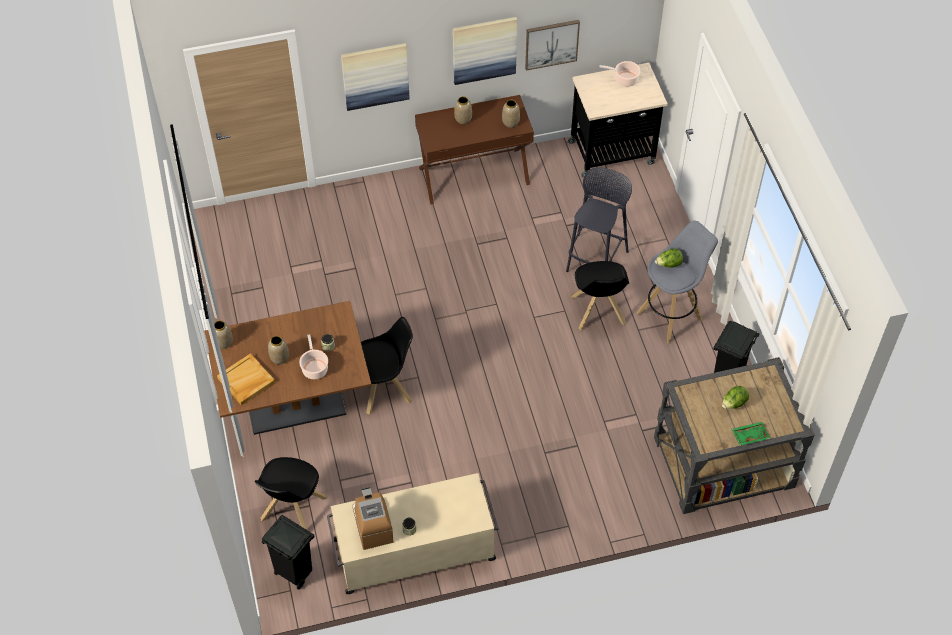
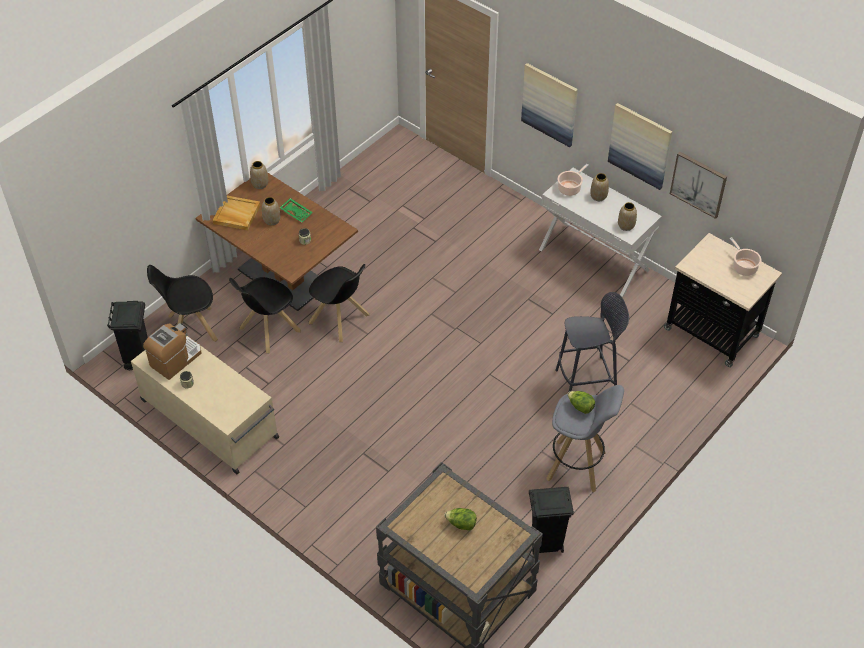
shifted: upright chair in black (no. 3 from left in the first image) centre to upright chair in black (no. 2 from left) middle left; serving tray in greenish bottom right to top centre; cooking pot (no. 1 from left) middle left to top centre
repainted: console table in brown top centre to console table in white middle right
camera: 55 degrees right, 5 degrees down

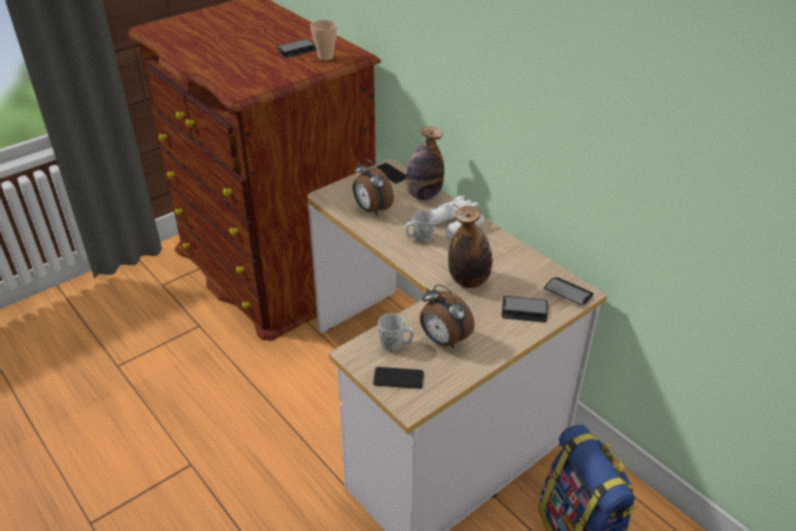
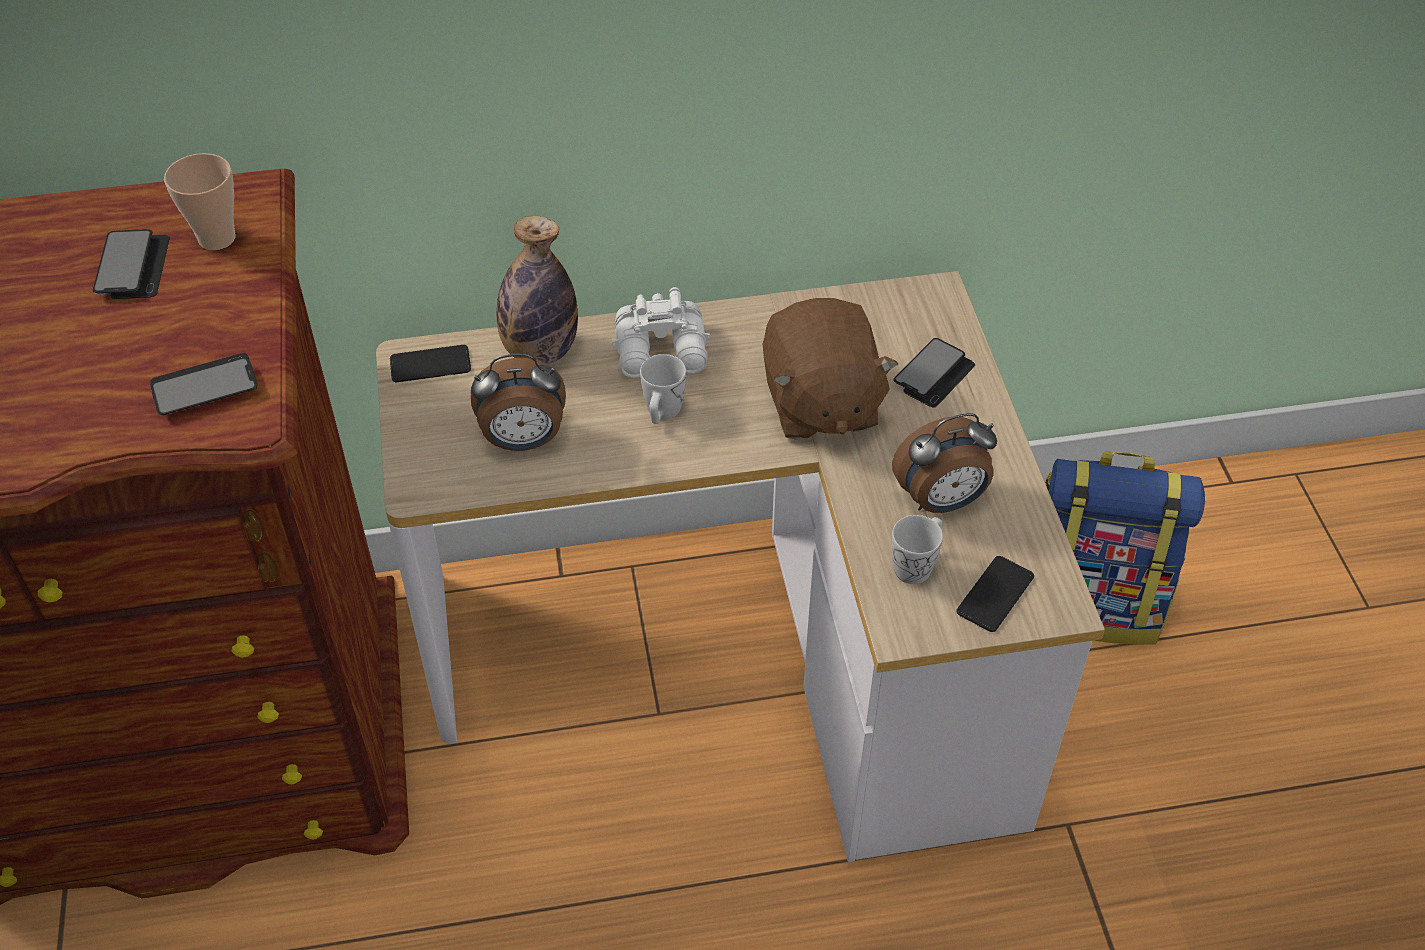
shifted: handset (no. 5 from left in the first image) middle right to handset (no. 2 from left) middle left
swapped: beverage bottle (no. 2 from left) centre to cuddly toy in brown centre
camera: 60 degrees left, 10 degrees up

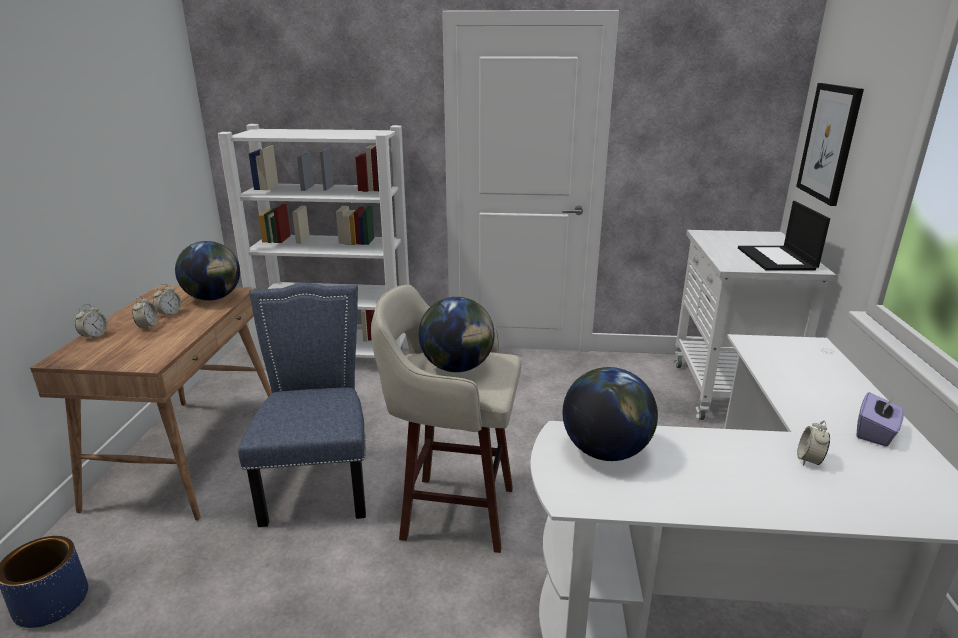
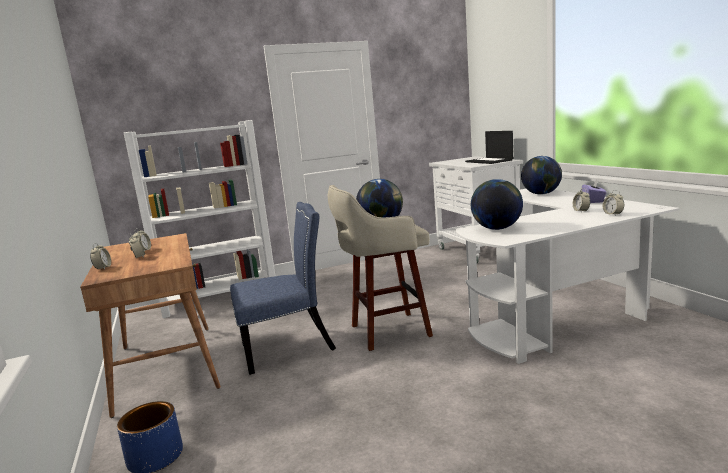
gone: wall art top right
new: alarm clock (no. 5 from left) middle right
shifted: world globe (no. 1 from left in the first image) middle left to world globe (no. 3 from left) middle right
rotated: upright chair in bluish middle left = centre 105 degrees clockwise
camera: 25 degrees left, 10 degrees down

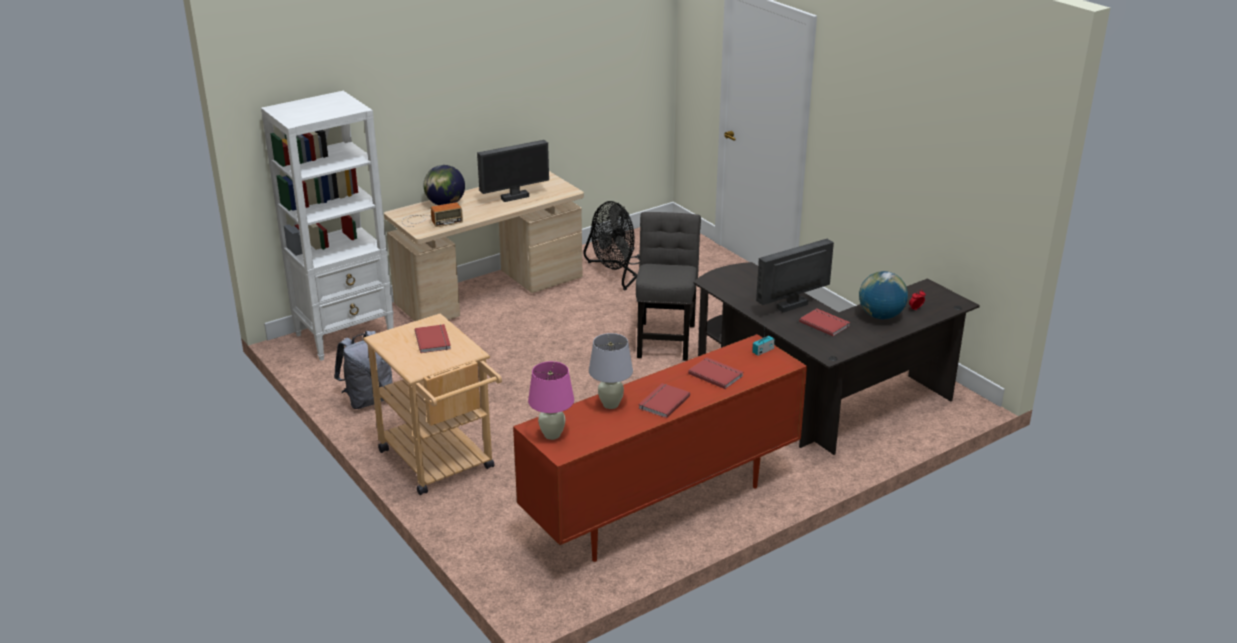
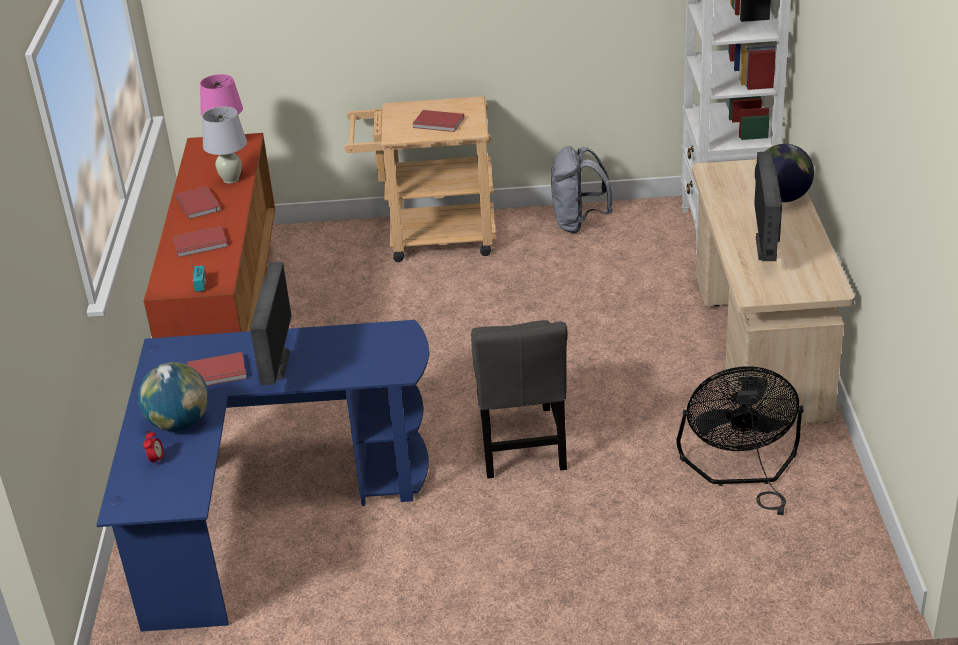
gone: radio (no. 1 from left) top centre
repainted: desk in black middle right to desk in bluish bottom left
rotated: upright chair in gray centre = centre 45 degrees clockwise
camera: 125 degrees right, 5 degrees up

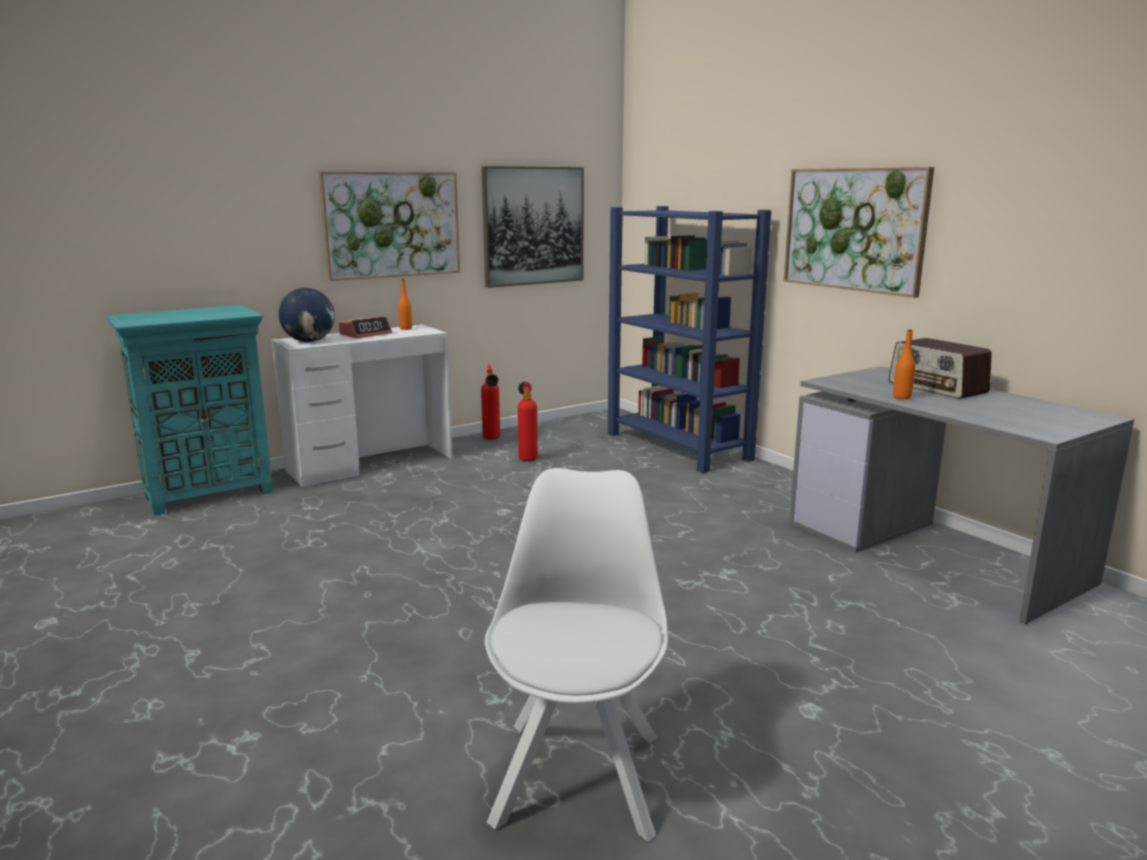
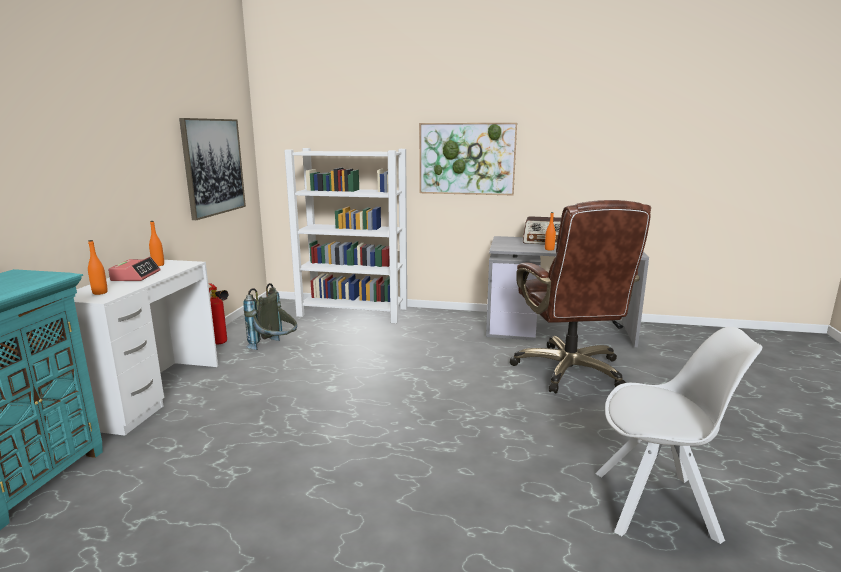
gone: wall art (no. 1 from left) top centre
new: office chair in brown middle right
swapped: world globe middle left to beverage bottle in orange (no. 1 from left) middle left; fire extinguisher (no. 2 from left) centre to knapsack in gray middle left
repainted: bookshelf in bluish centre to bookshelf in white centre
rotated: upright chair in white bottom centre = bottom right 135 degrees clockwise
camera: 45 degrees left, 0 degrees up

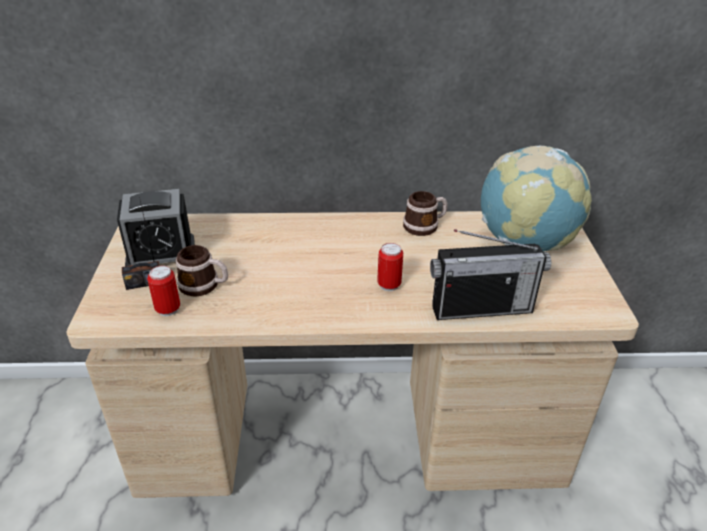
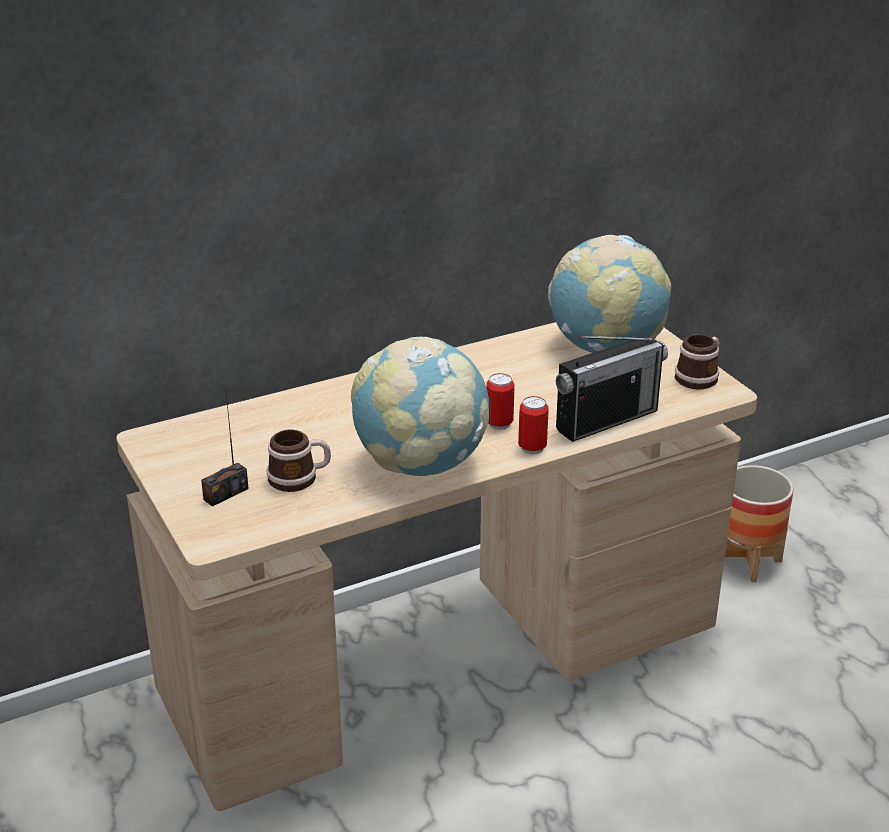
gone: alarm clock middle left
new: world globe (no. 1 from left) centre; plant pot middle right
shifted: can (no. 1 from left in the first image) middle left to can (no. 2 from left) centre; coffee mug (no. 2 from left) centre to middle right
camera: 25 degrees left, 5 degrees down

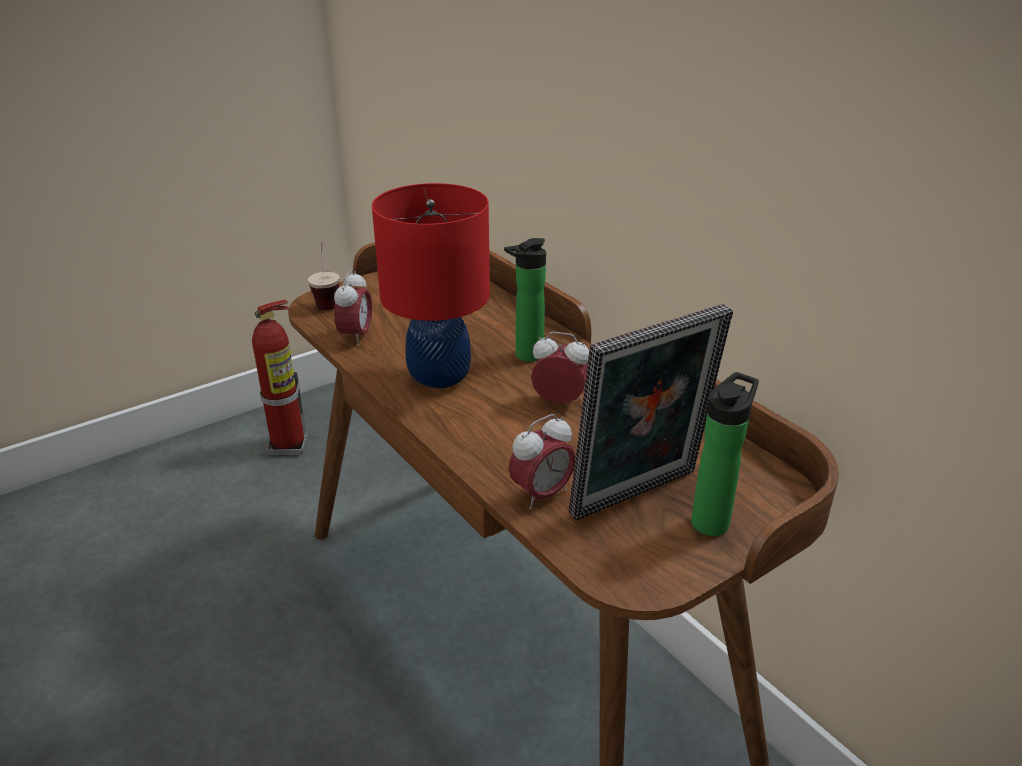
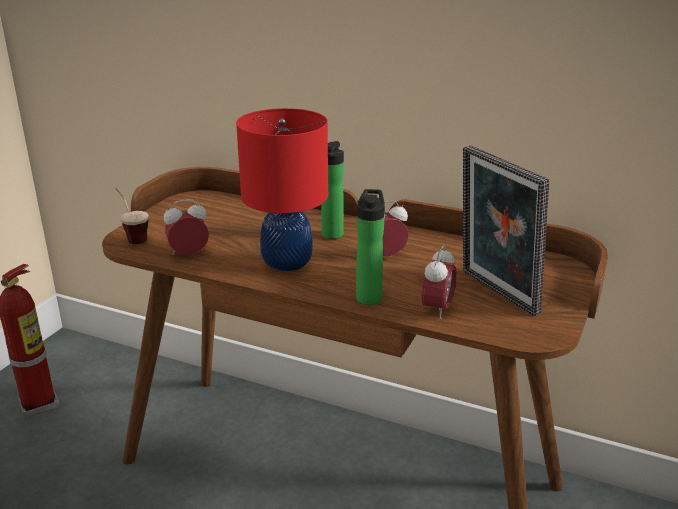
shifted: beverage bottle (no. 2 from left) middle right to centre
rotated: alarm clock (no. 1 from left) centre = middle left 90 degrees counterclockwise; photo frame centre = middle right 120 degrees clockwise
camera: 30 degrees left, 5 degrees down

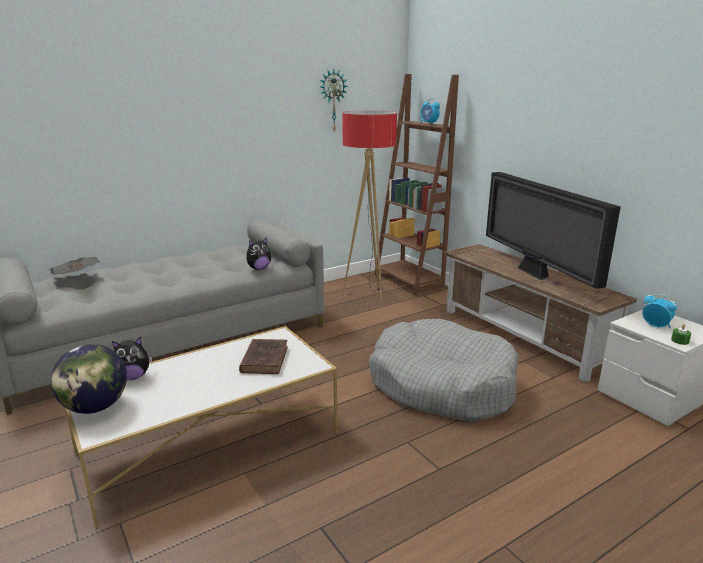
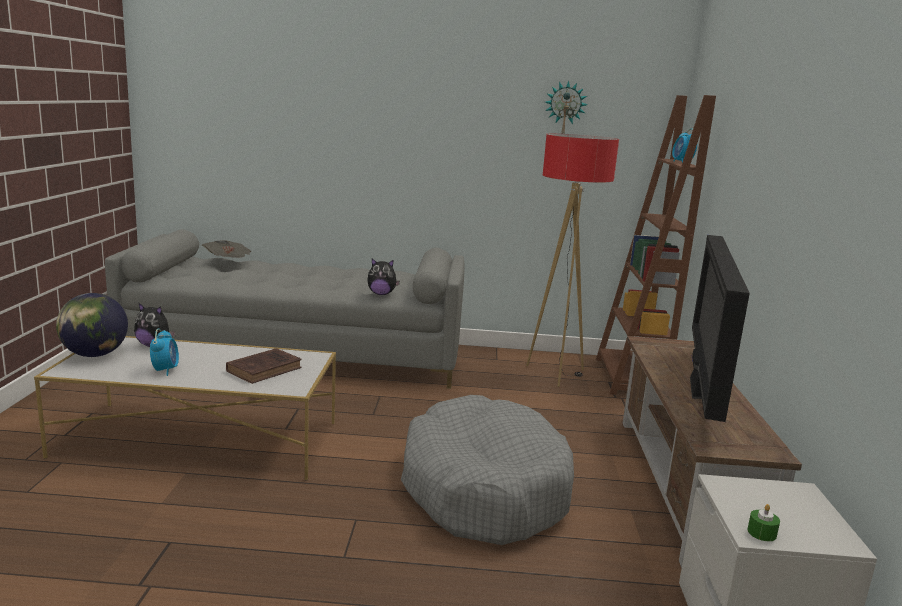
shifted: alarm clock (no. 2 from left in the first image) middle right to alarm clock (no. 1 from left) middle left
camera: 35 degrees right, 5 degrees down

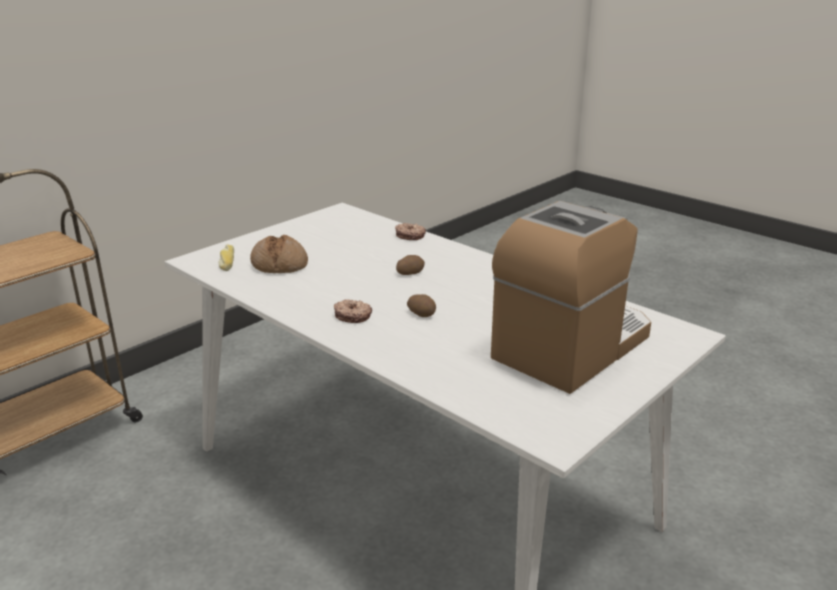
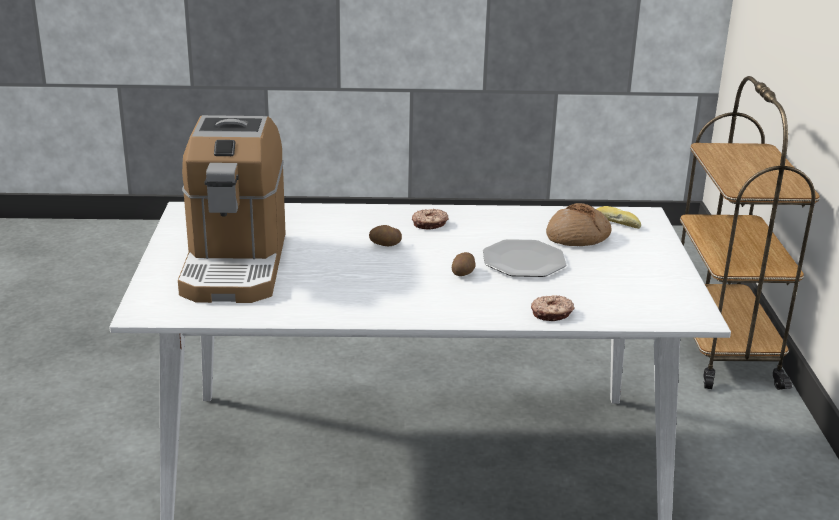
new: dinner plate centre
camera: 135 degrees right, 0 degrees up

